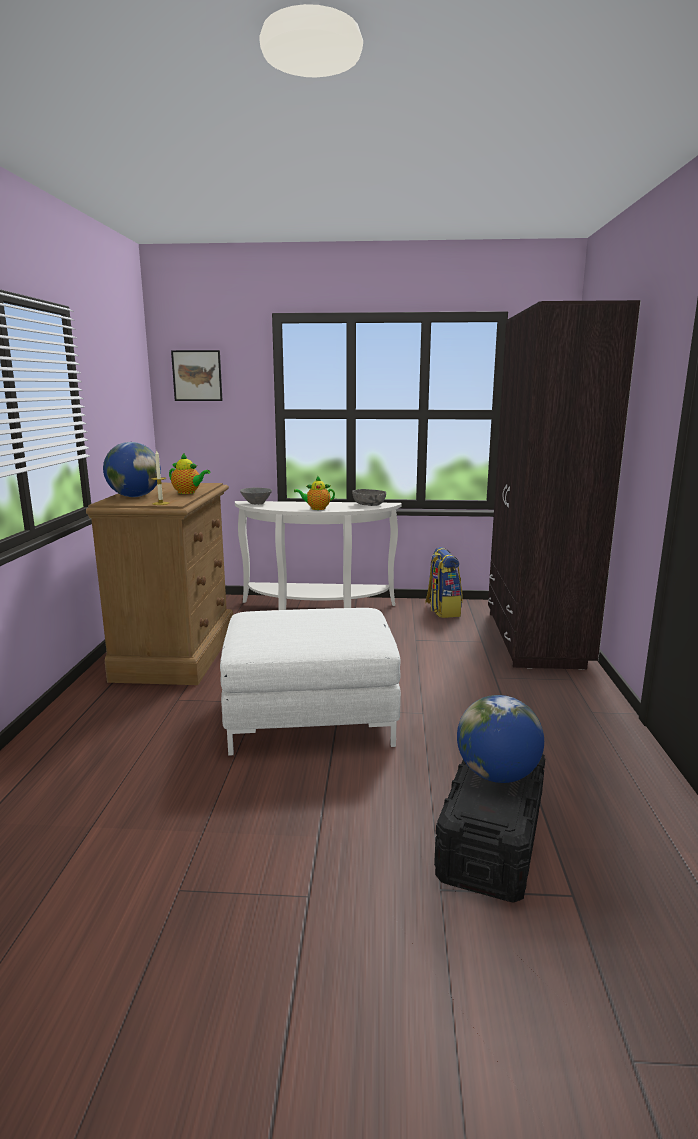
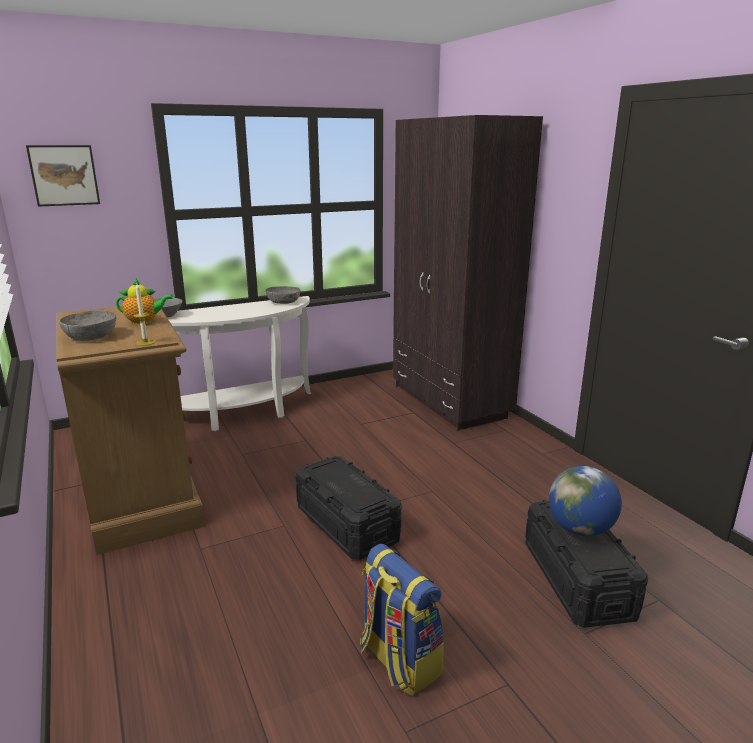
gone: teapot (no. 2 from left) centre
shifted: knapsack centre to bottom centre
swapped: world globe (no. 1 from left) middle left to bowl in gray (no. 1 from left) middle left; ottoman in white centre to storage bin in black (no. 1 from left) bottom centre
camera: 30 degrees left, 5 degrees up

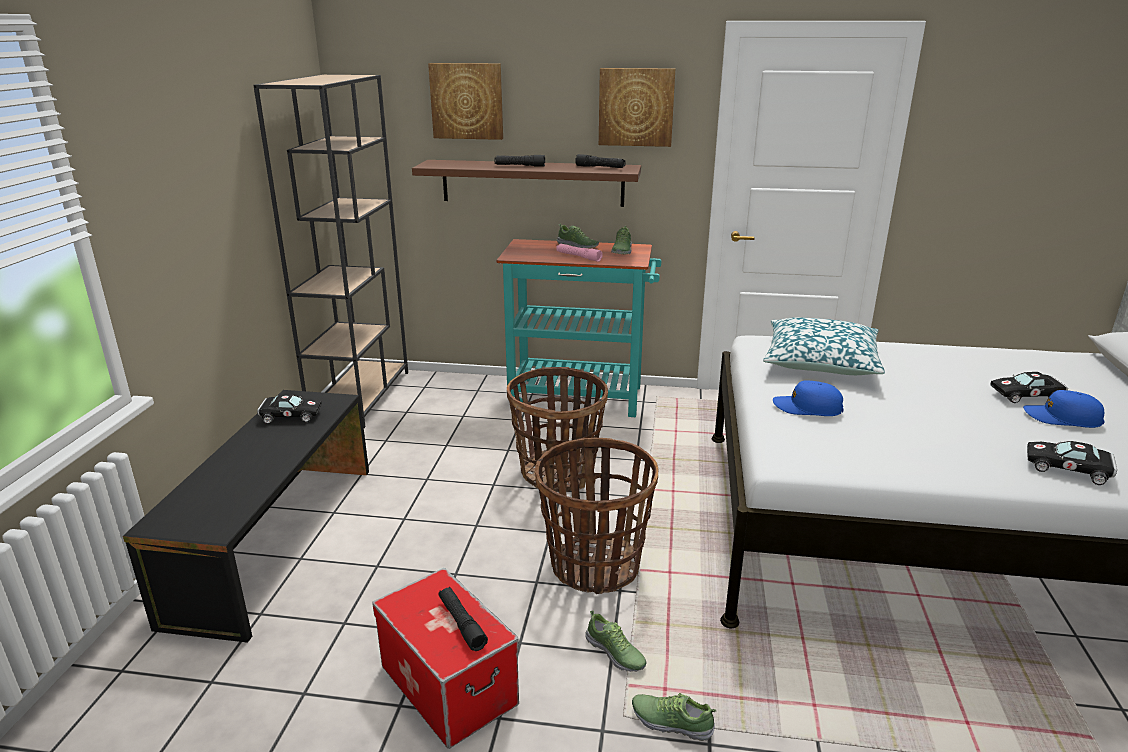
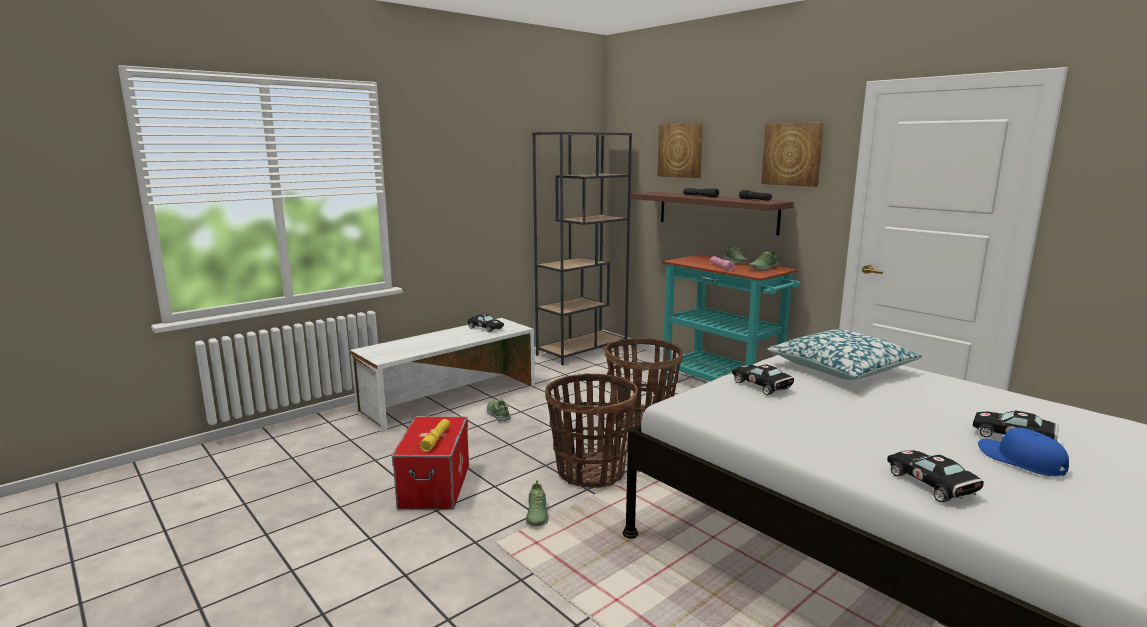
shifted: shoe (no. 4 from left in the first image) bottom centre to shoe (no. 1 from left) centre
swapped: peaked cap in bluish (no. 1 from left) middle right to toy car in black (no. 2 from left) centre
repainted: long seat in black bottom left to long seat in white centre; hand torch in black (no. 1 from left) bottom centre to hand torch in yellow bottom centre
camera: 40 degrees right, 10 degrees down

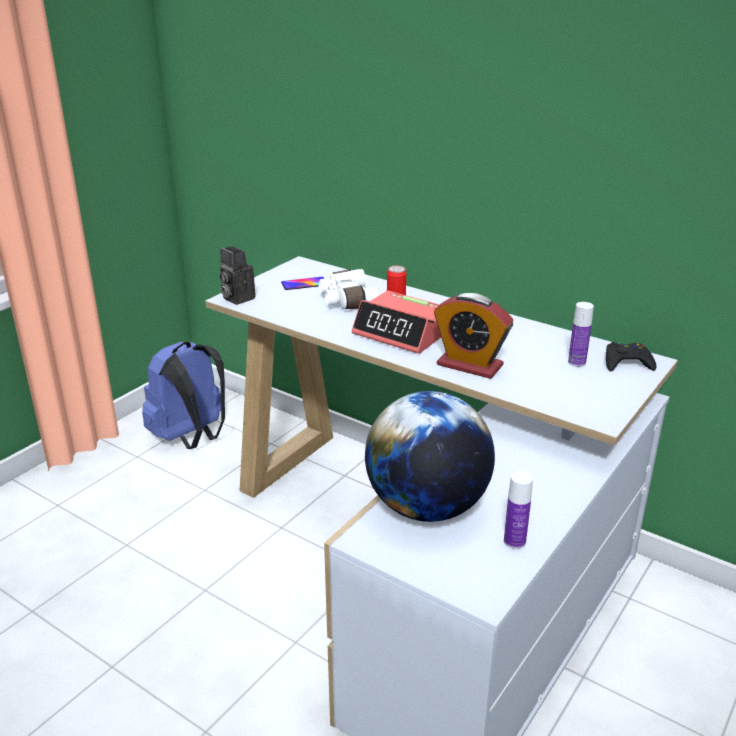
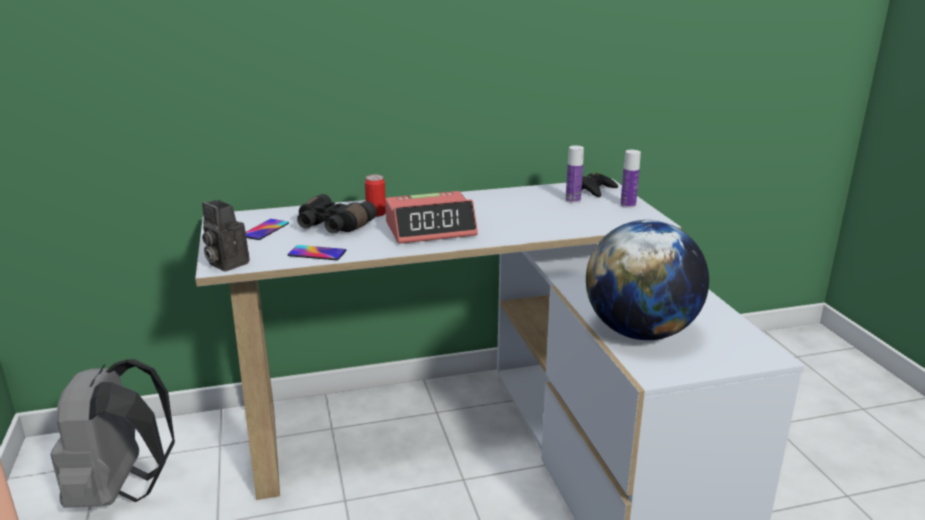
gone: alarm clock (no. 2 from left) centre
new: handset (no. 2 from left) centre
shifted: beverage bottle (no. 1 from left in the first image) bottom right to beverage bottle (no. 2 from left) middle right
repainted: knapsack in bluish middle left to knapsack in gray bottom left; binoculars in white centre to binoculars in black centre
rotated: still camera middle left = middle left 45 degrees clockwise
camera: 50 degrees left, 5 degrees down

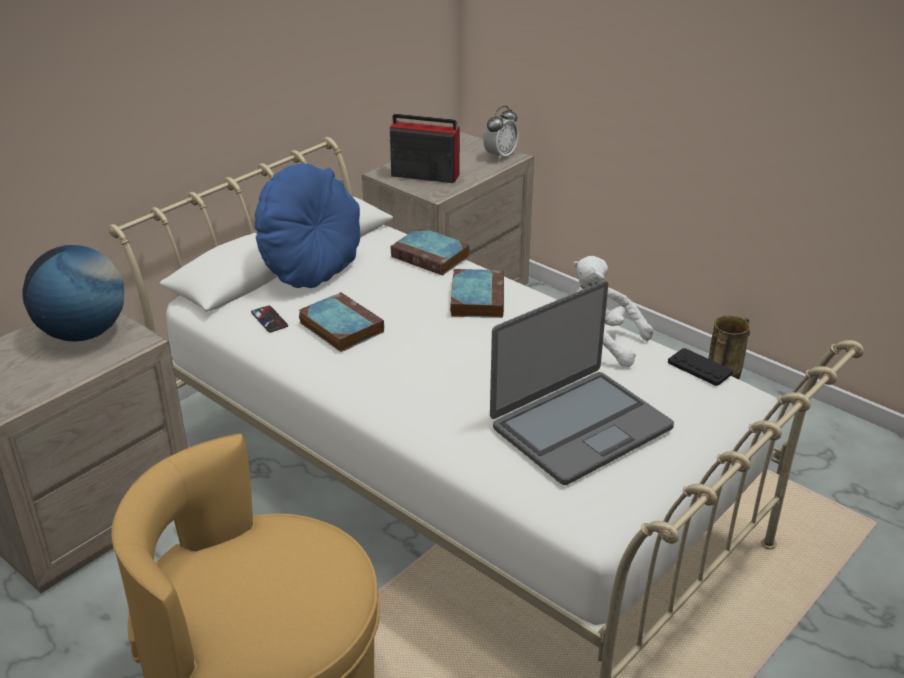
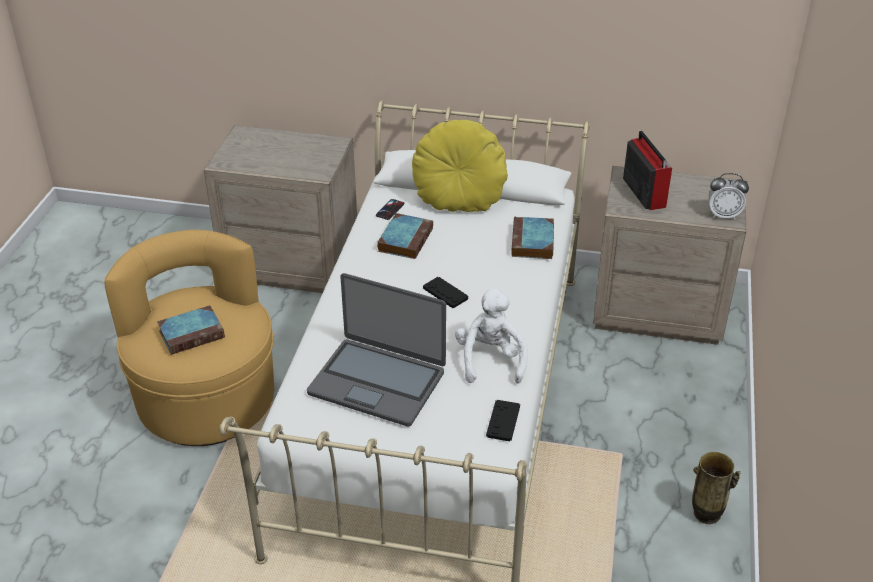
gone: world globe middle left
new: game controller in black (no. 1 from left) centre
shifted: book (no. 3 from left in the first image) centre to book (no. 1 from left) middle left
repainted: cushion in bluish top centre to cushion in yellow top centre
camera: 60 degrees right, 5 degrees up

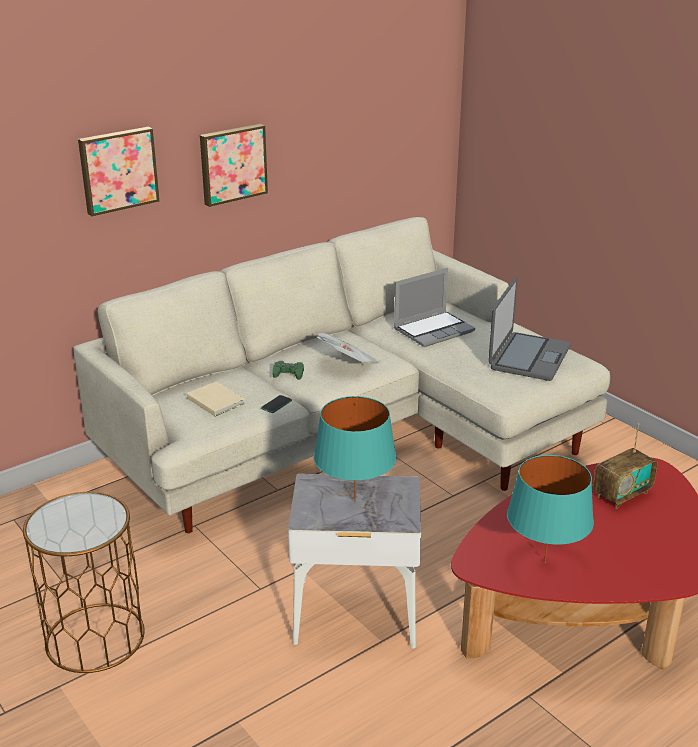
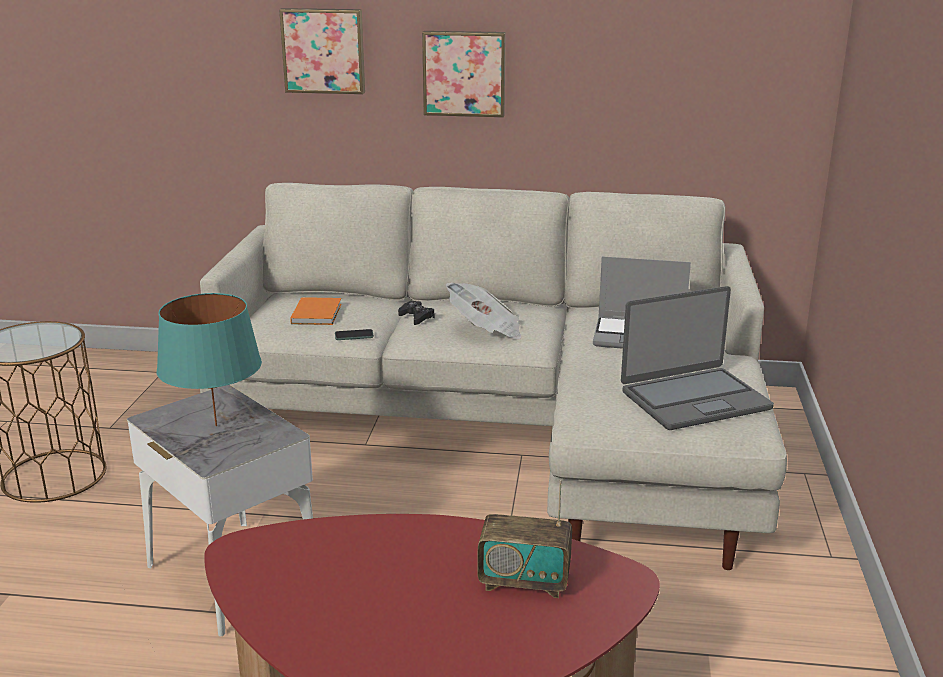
gone: tabletop lamp in turquoise-coloured (no. 2 from left) bottom right
repainted: book in sand-coloured middle left to book in orange centre; game controller in greenish centre to game controller in black centre
camera: 45 degrees right, 5 degrees down

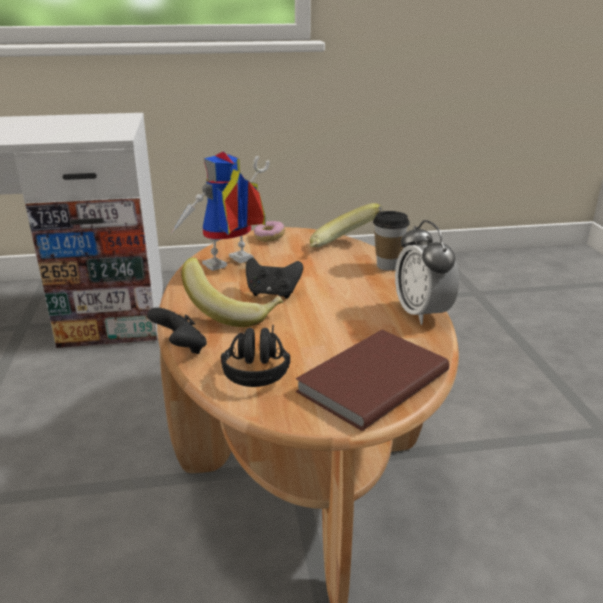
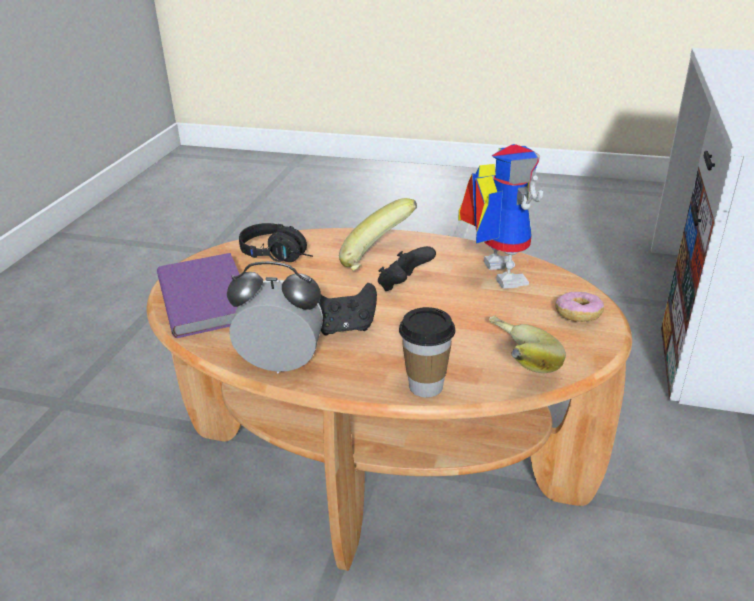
shifted: game controller in black (no. 1 from left) middle left to centre
repainted: book in brown centre to book in purplish middle left
camera: 115 degrees right, 5 degrees up

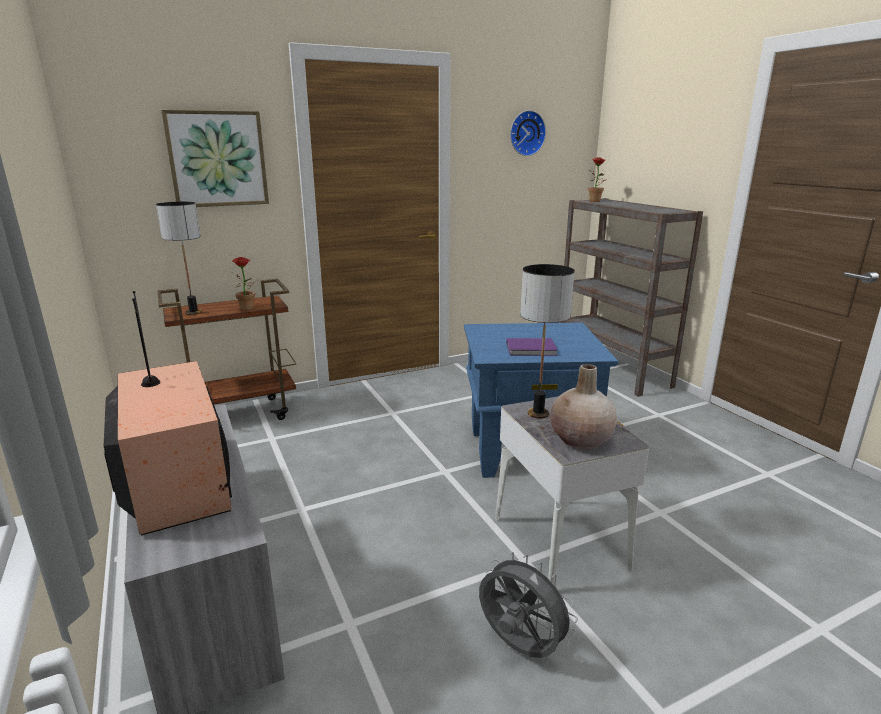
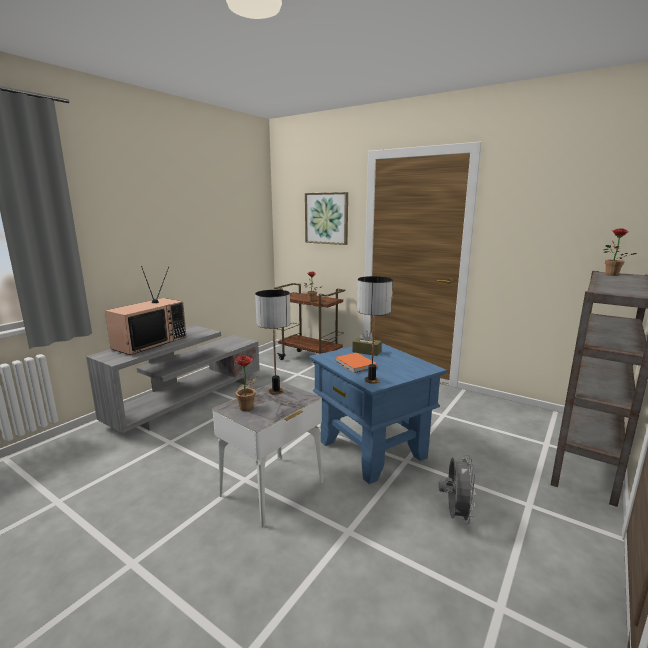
gone: hanging clock top centre
new: tissue holder in brown centre
shifted: tabletop lamp (no. 1 from left in the first image) middle left to tabletop lamp (no. 2 from left) centre; fan in gray bottom centre to bottom right
swapped: vase in sand-coloured centre to houseplant (no. 1 from left) centre
repainted: book in purplish centre to book in orange centre
camera: 60 degrees right, 5 degrees down

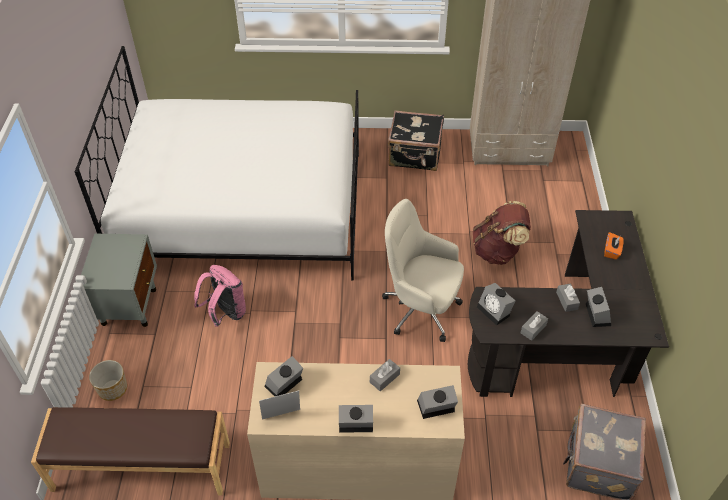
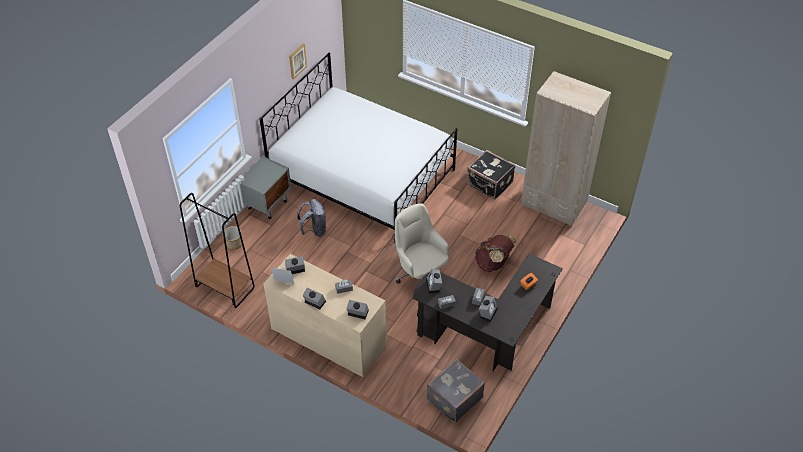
new: wall art top centre
swapped: long seat in brown bottom left to clothes rack middle left
repainted: knapsack in pink middle left to knapsack in gray centre
camera: 30 degrees right, 0 degrees up

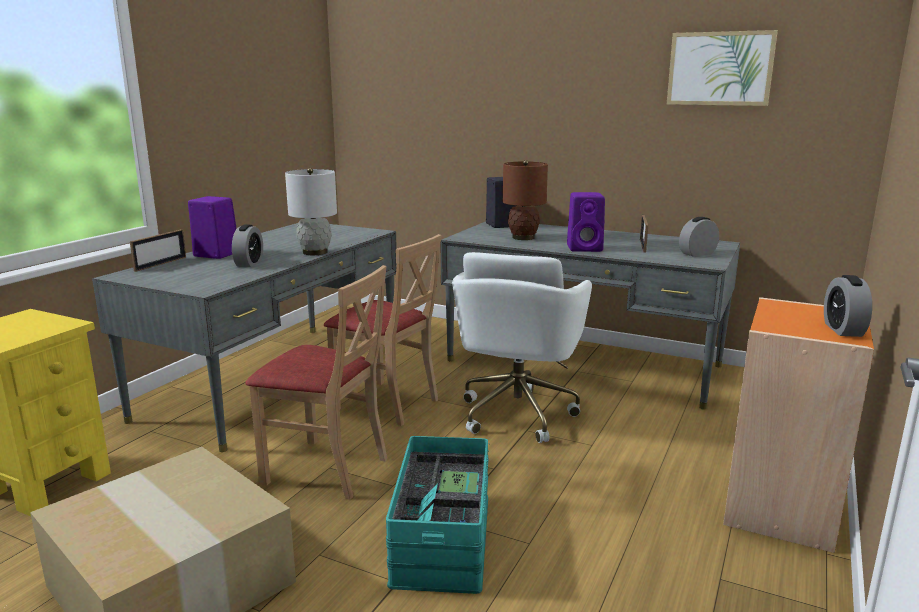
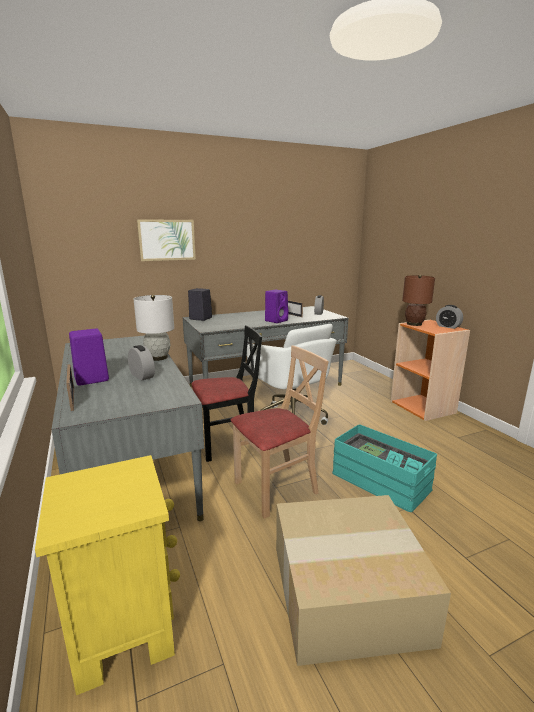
shifted: wall art top right to middle left; tabletop lamp in brown top centre to middle right
repainted: upright chair in sand-coloured (no. 2 from left) centre to upright chair in black centre
camera: 50 degrees left, 0 degrees up

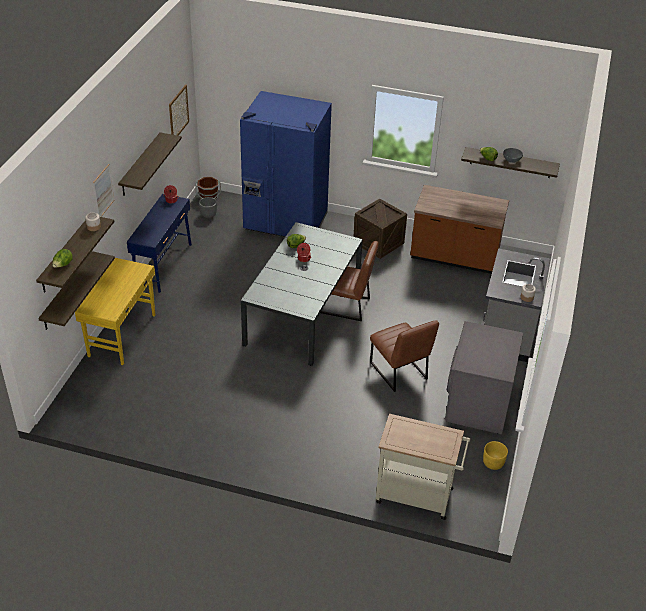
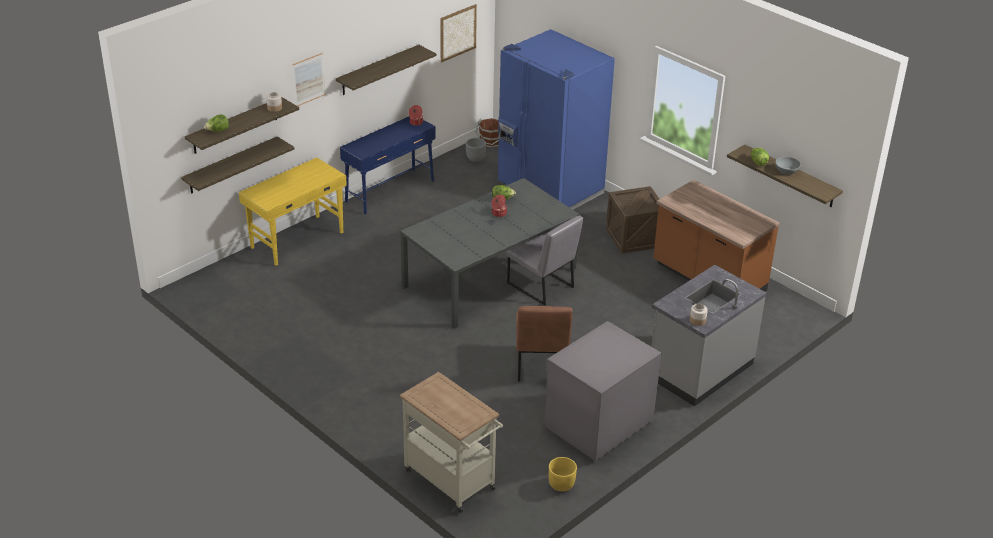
repainted: upright chair in brown (no. 1 from left) centre to upright chair in gray centre
camera: 30 degrees right, 5 degrees down

